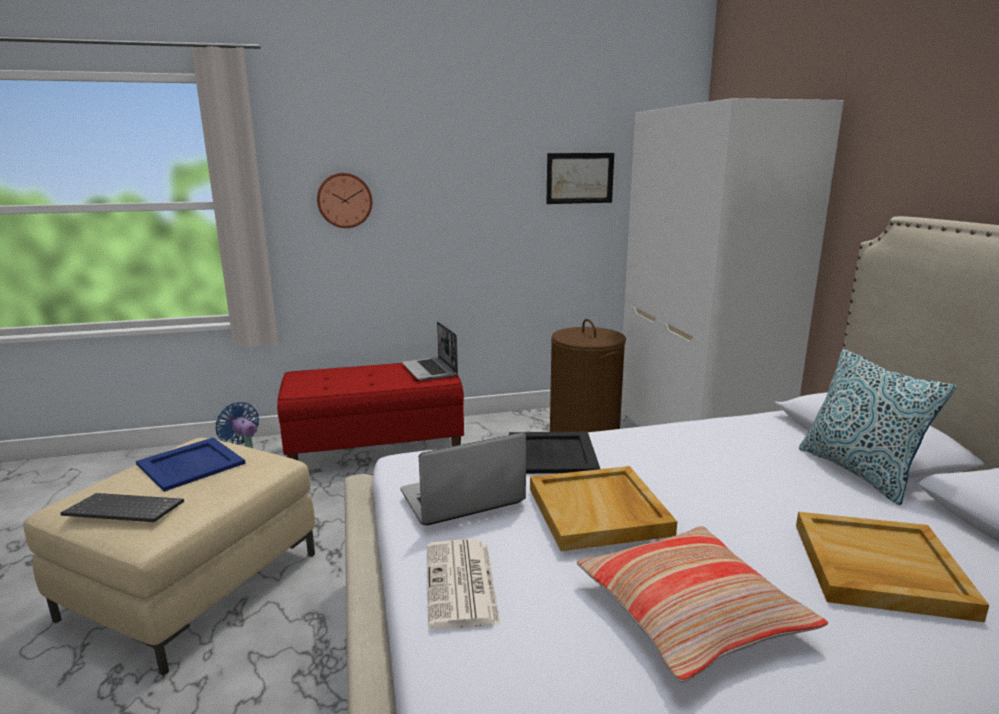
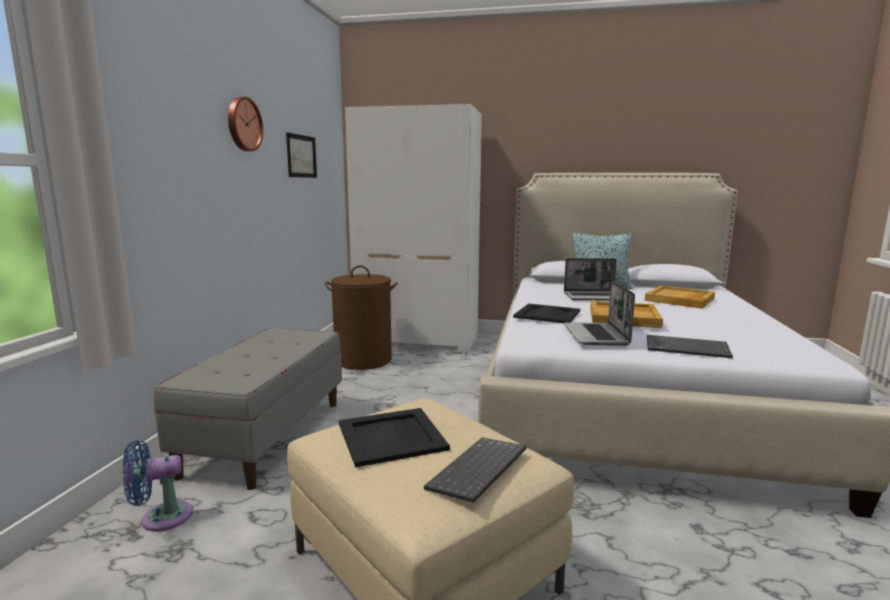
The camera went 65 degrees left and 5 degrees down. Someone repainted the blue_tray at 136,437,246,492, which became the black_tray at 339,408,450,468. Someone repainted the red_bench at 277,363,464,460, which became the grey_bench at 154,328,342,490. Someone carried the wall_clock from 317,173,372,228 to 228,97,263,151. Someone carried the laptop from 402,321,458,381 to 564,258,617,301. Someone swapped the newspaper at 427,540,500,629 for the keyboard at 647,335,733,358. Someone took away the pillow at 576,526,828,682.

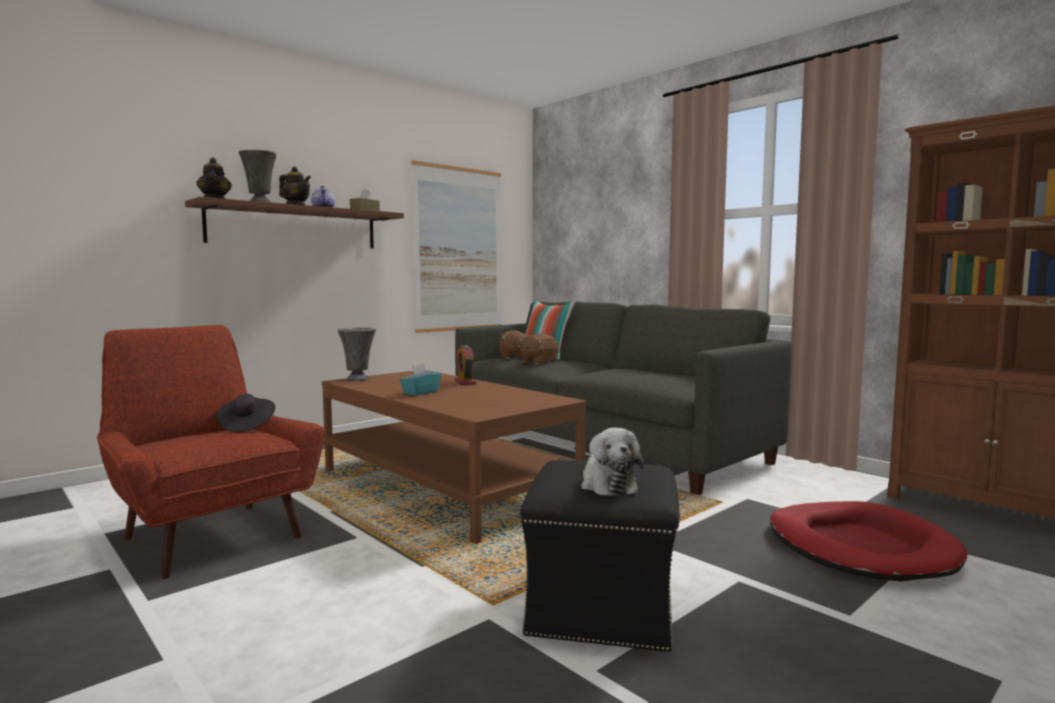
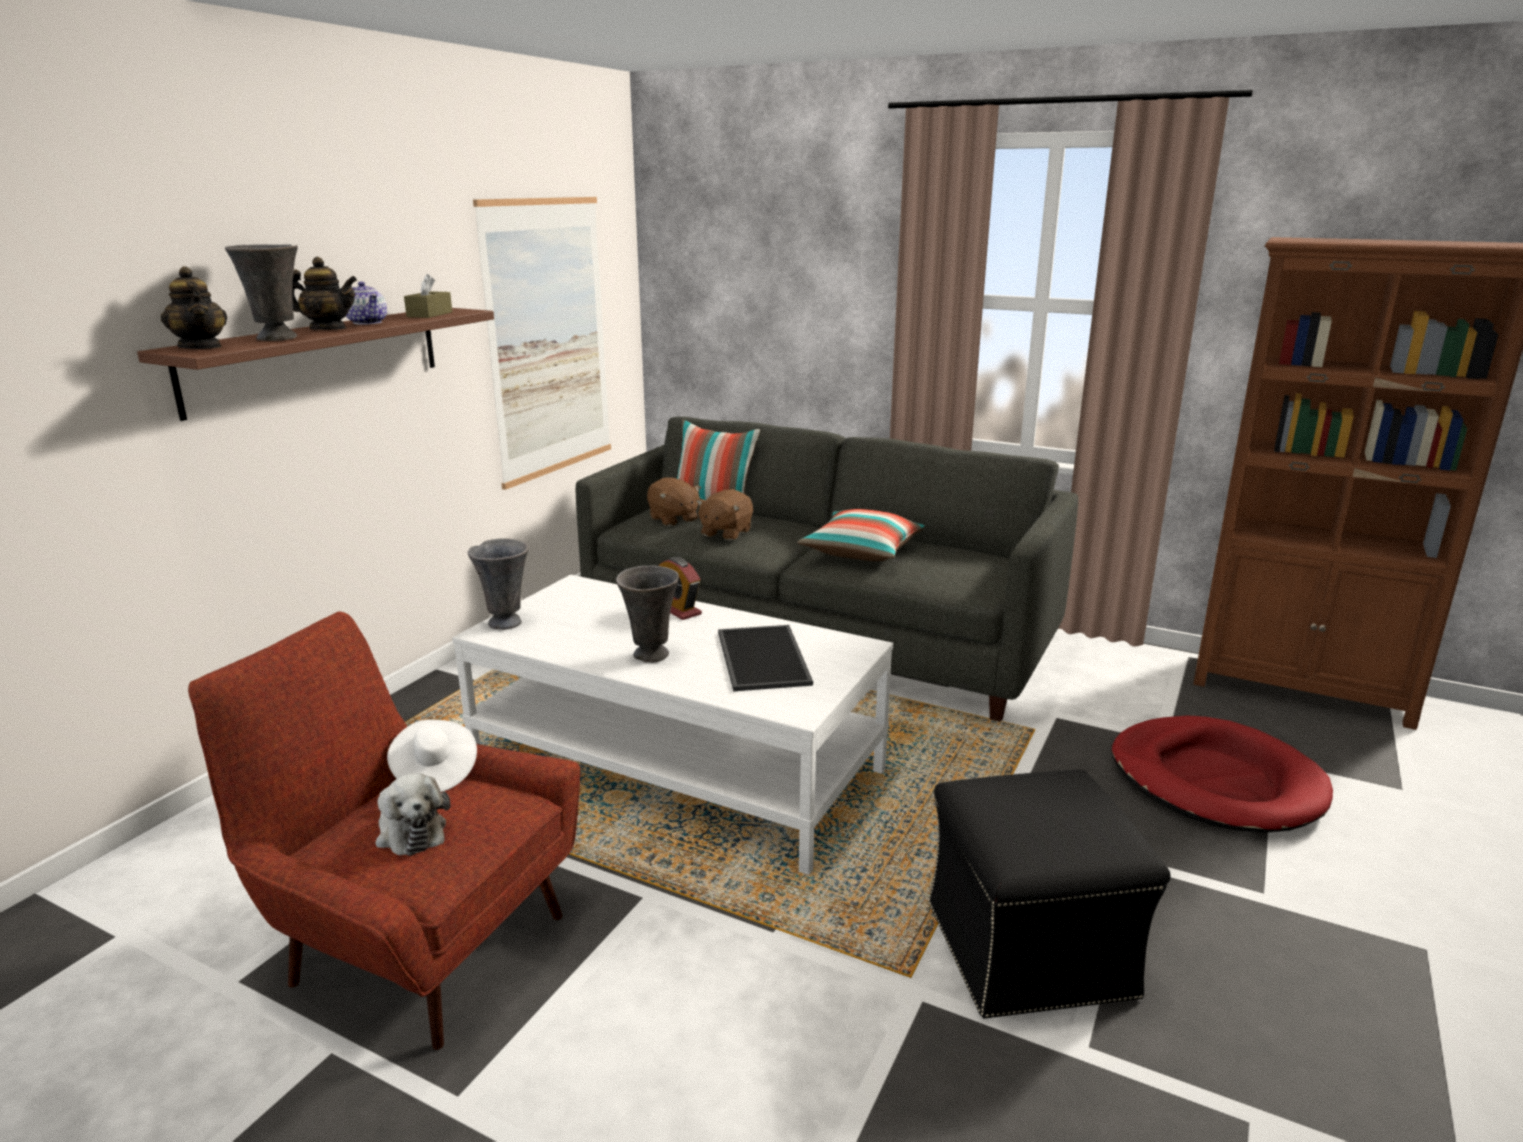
The camera went 20 degrees left and 15 degrees up. Someone repainted the black_hat at 217,394,275,432, which became the white_hat at 387,720,477,792. Someone repainted the brown_coffee_table at 322,370,587,544, which became the white_coffee_table at 453,574,893,875. Someone swapped the turquoise_tissue_box at 400,364,441,396 for the grey_vase at 616,566,679,663. Someone carried the plush_toy from 581,428,644,496 to 376,773,451,856. Someone put down the tray at 718,625,813,692. Someone put down the pillow at 797,509,925,561.

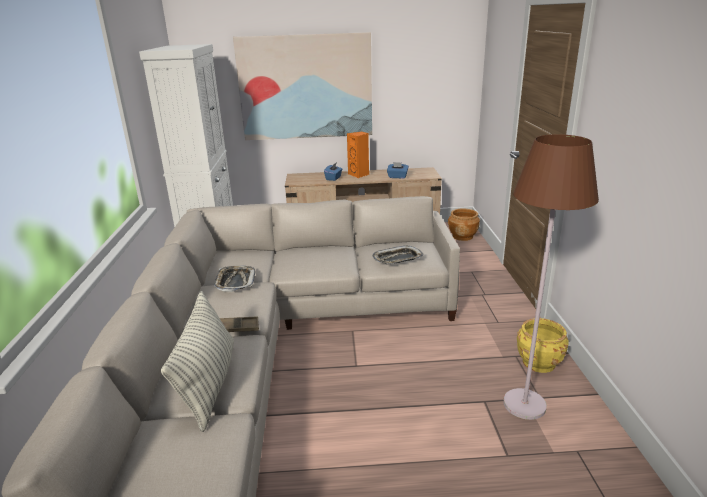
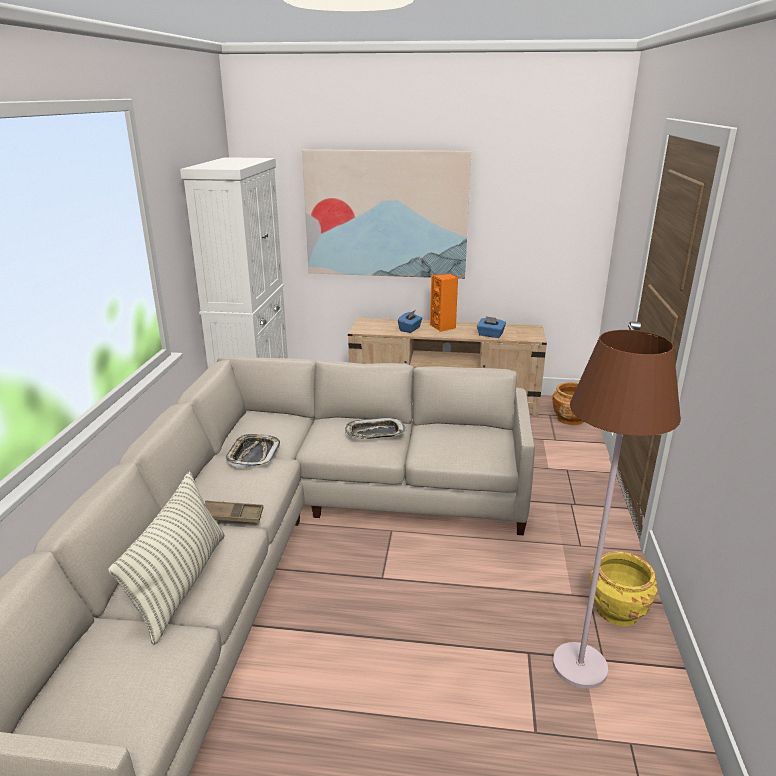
The camera went 10 degrees right and 0 degrees up. Someone carried the tray from 372,245,423,264 to 345,417,406,439.

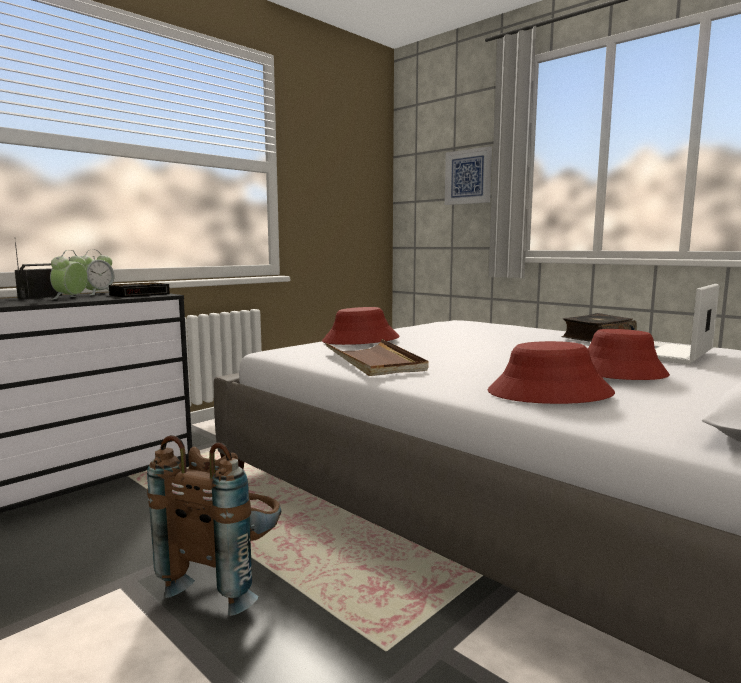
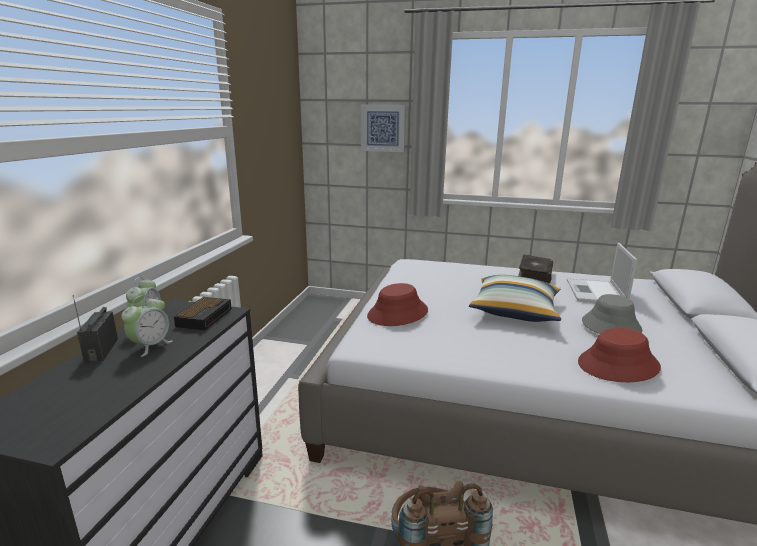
The camera went 30 degrees left and 10 degrees up. Someone rotated the alarm_clock at 50,250,88,300 by 135 degrees counterclockwise. Someone took away the brown_tray at 325,339,428,376. Someone repainted the red_hat at 588,329,670,380, which became the grey_hat at 582,294,642,334. Someone put down the pillow at 469,275,561,322.

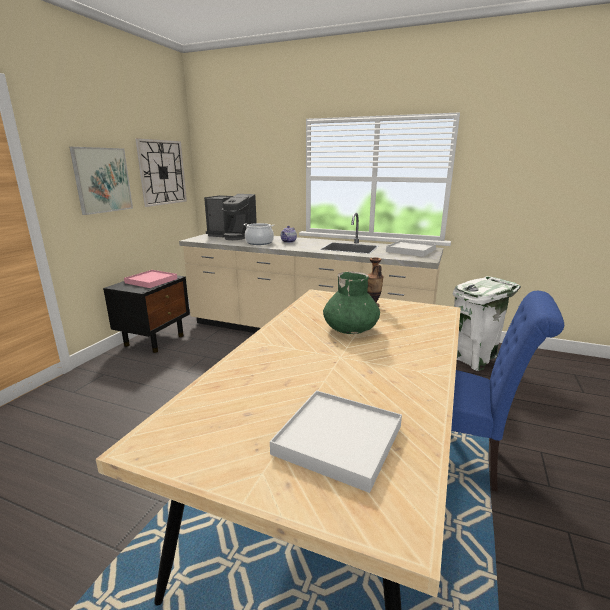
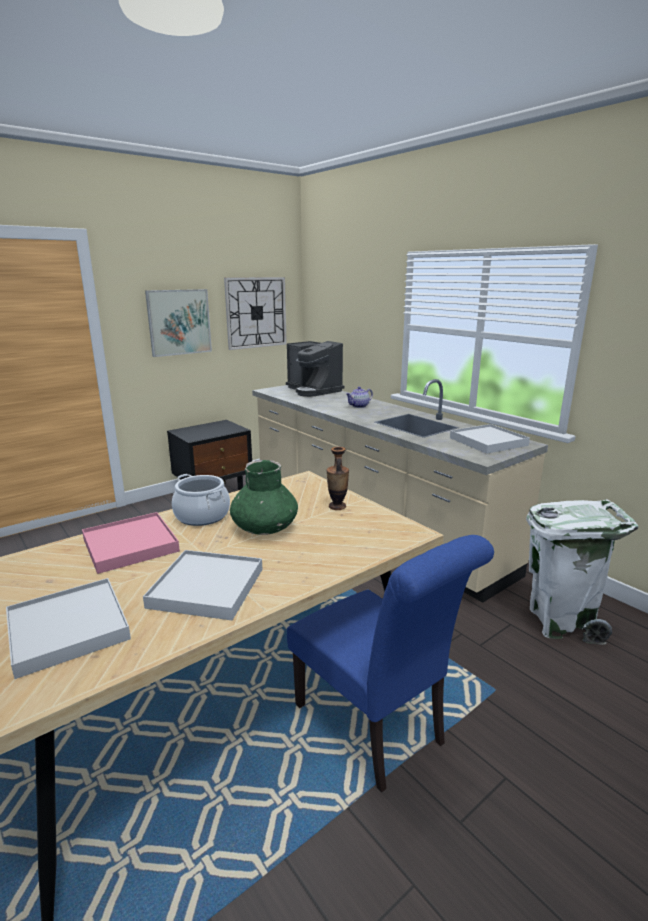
The camera went 30 degrees right and 0 degrees up. Someone carried the pink_tray from 124,270,177,288 to 82,512,180,574. Someone carried the cooking_pot from 243,223,274,245 to 172,474,230,526. Someone put down the white_tray at 143,550,262,620.

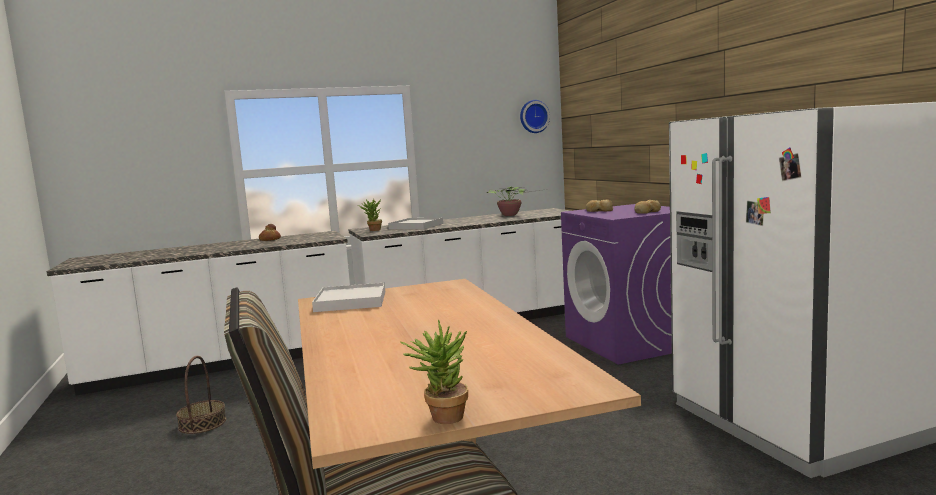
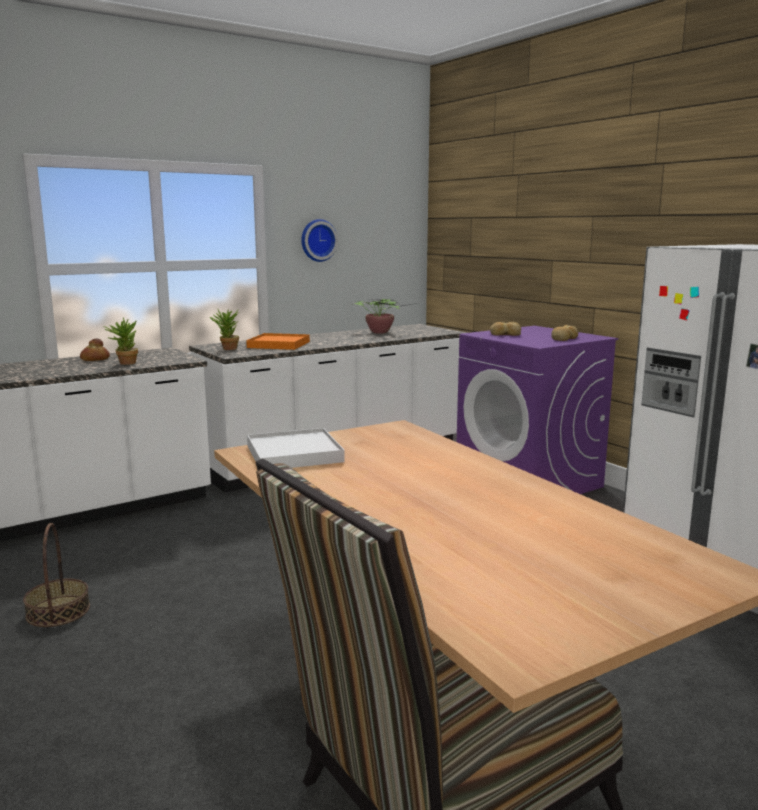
The camera went 15 degrees left and 5 degrees up. Someone repainted the white_tray at 388,218,443,229, which became the orange_tray at 246,333,310,350. Someone carried the potted_plant from 400,320,468,424 to 103,318,138,365. Someone carried the wall_clock from 520,100,550,133 to 301,219,338,262.

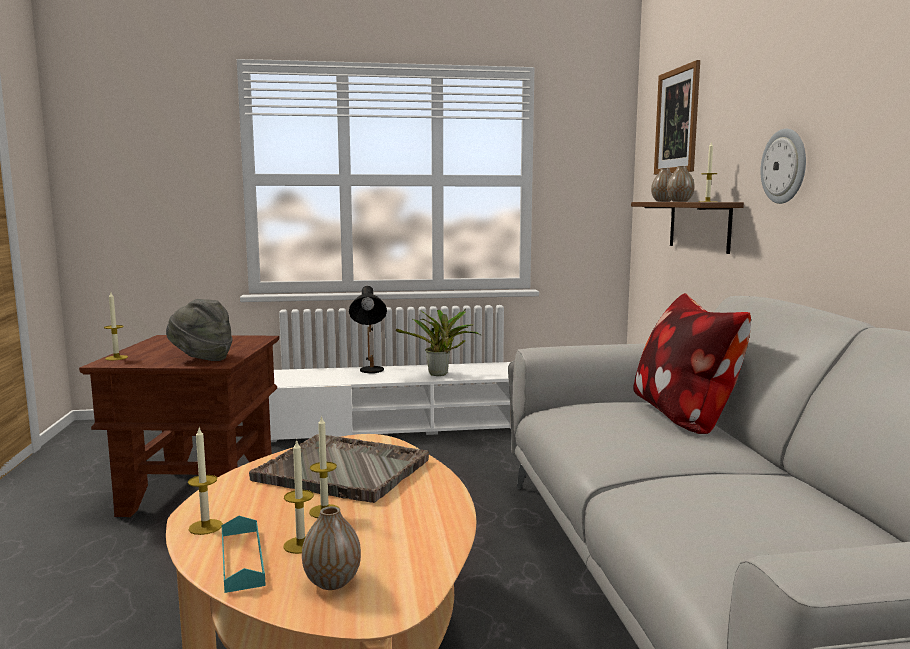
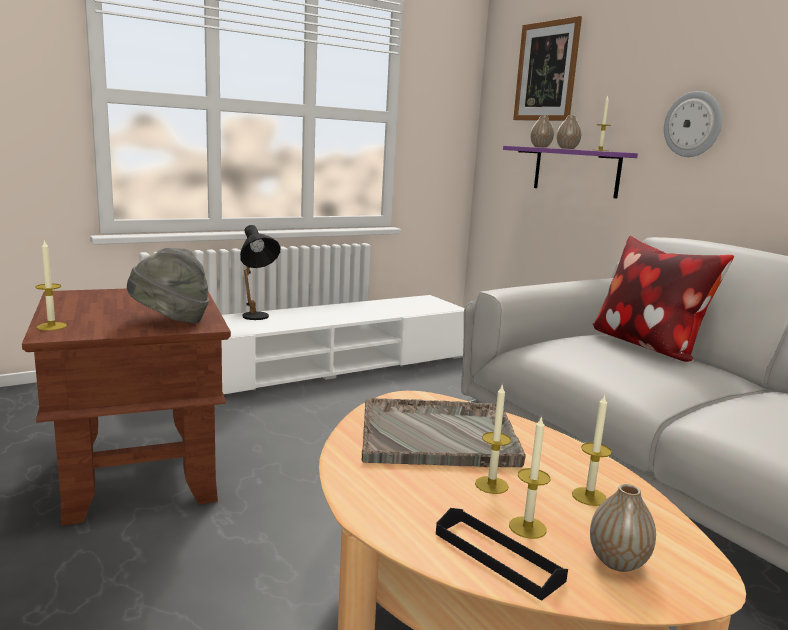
The camera went 25 degrees left and 5 degrees up. Someone carried the candle from 188,428,223,535 to 572,394,612,506. Someone repainted the turquoise_tray at 221,516,266,593, which became the black_tray at 436,508,568,601. Someone took away the potted_plant at 396,309,482,376. Someone repainted the brown_shelf at 631,202,744,254, which became the purple_shelf at 503,146,638,199.

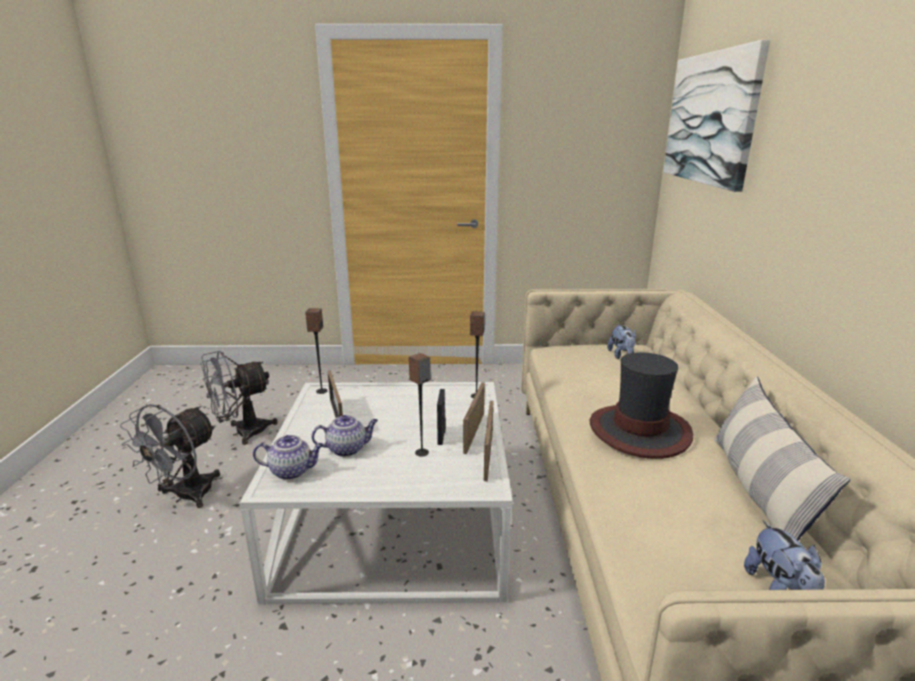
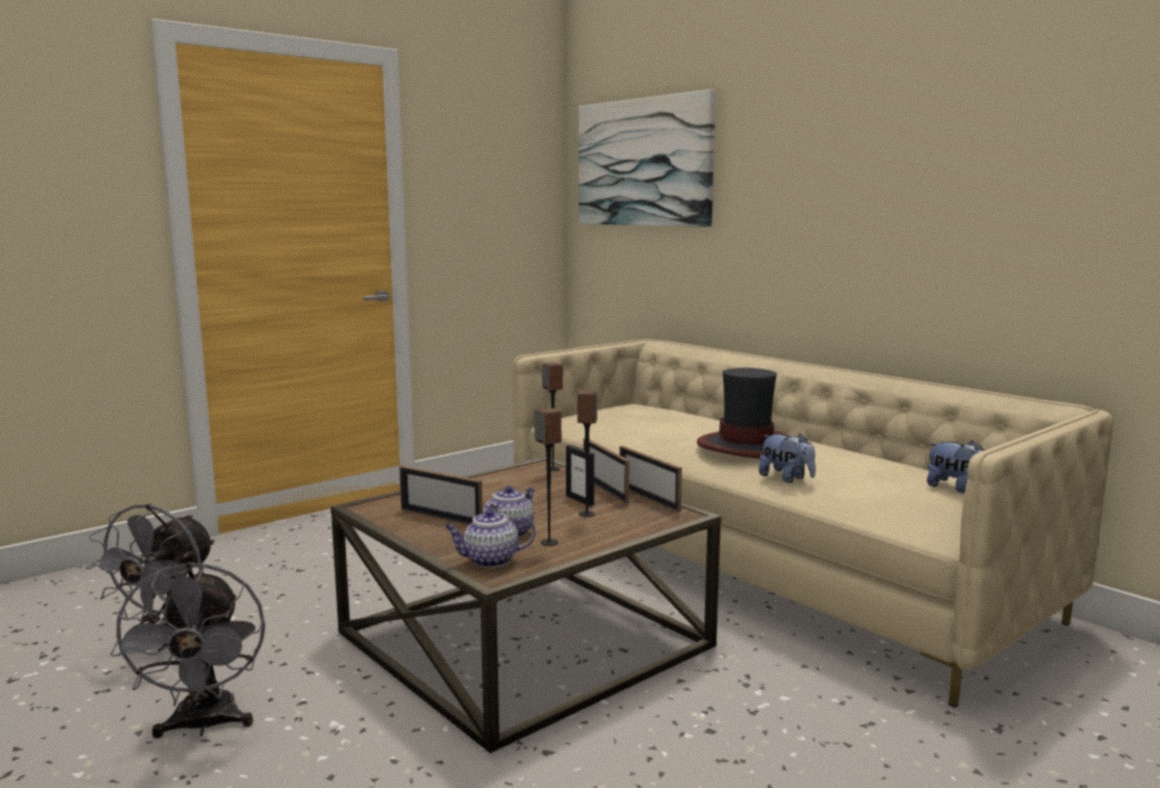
The camera went 40 degrees left and 10 degrees down. Someone repainted the white_coffee_table at 240,382,513,604, which became the brown_coffee_table at 331,457,721,753. Someone rotated the teapot at 253,435,324,480 by 150 degrees counterclockwise. Someone carried the speaker from 305,308,328,394 to 535,408,561,546. Someone carried the plush_toy from 607,324,636,359 to 759,433,816,483. Someone took away the pillow at 714,376,850,541.

